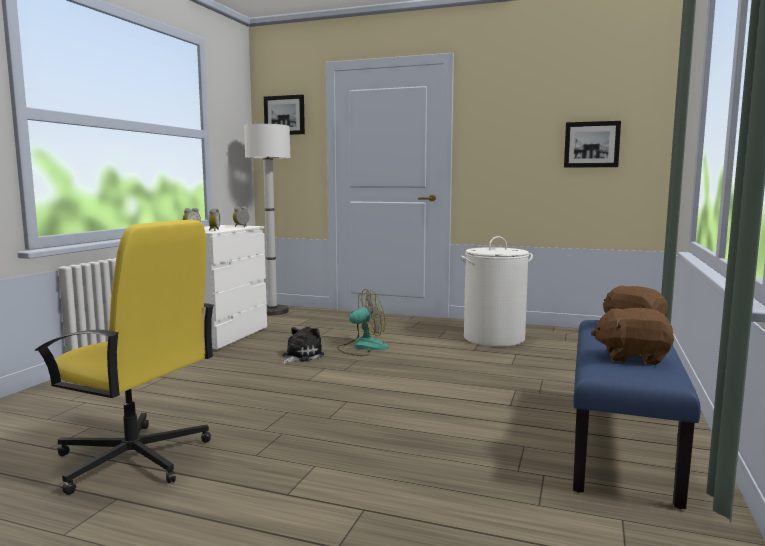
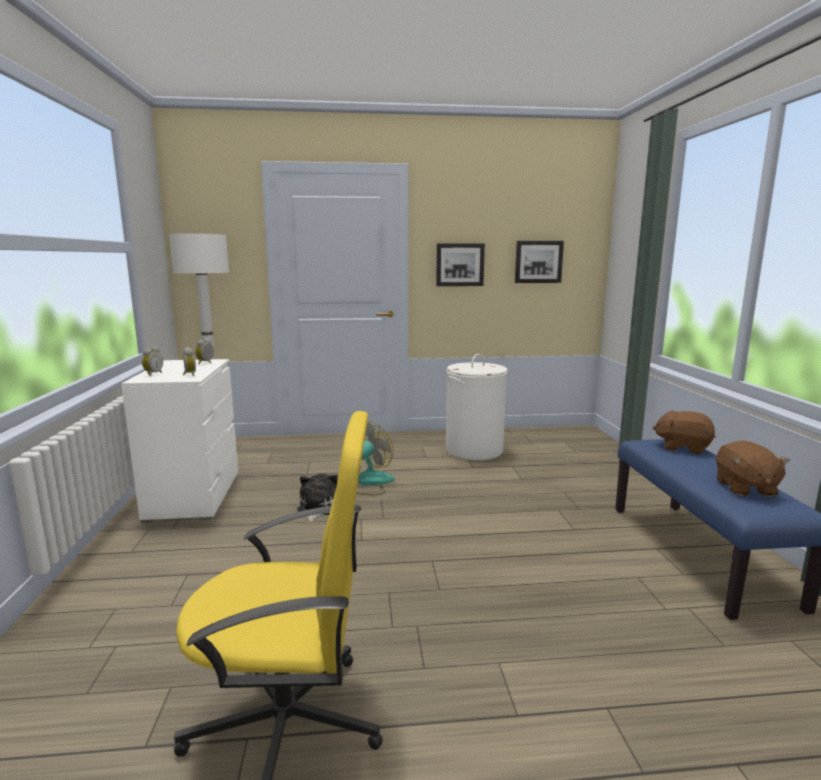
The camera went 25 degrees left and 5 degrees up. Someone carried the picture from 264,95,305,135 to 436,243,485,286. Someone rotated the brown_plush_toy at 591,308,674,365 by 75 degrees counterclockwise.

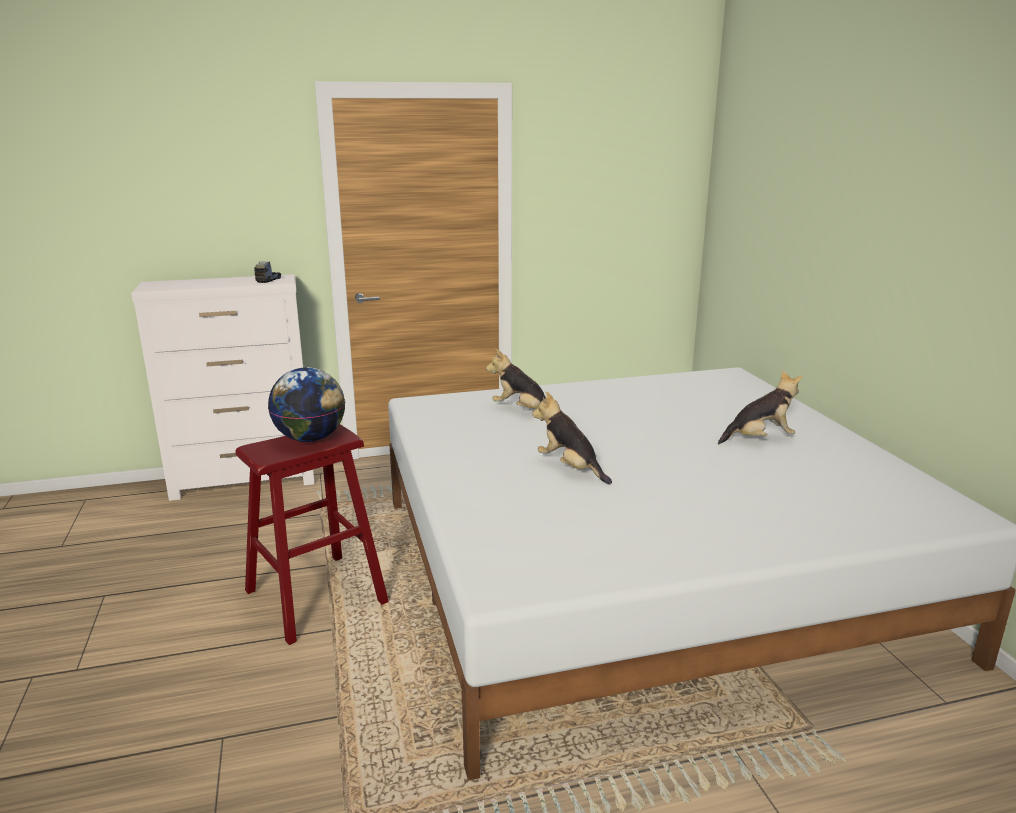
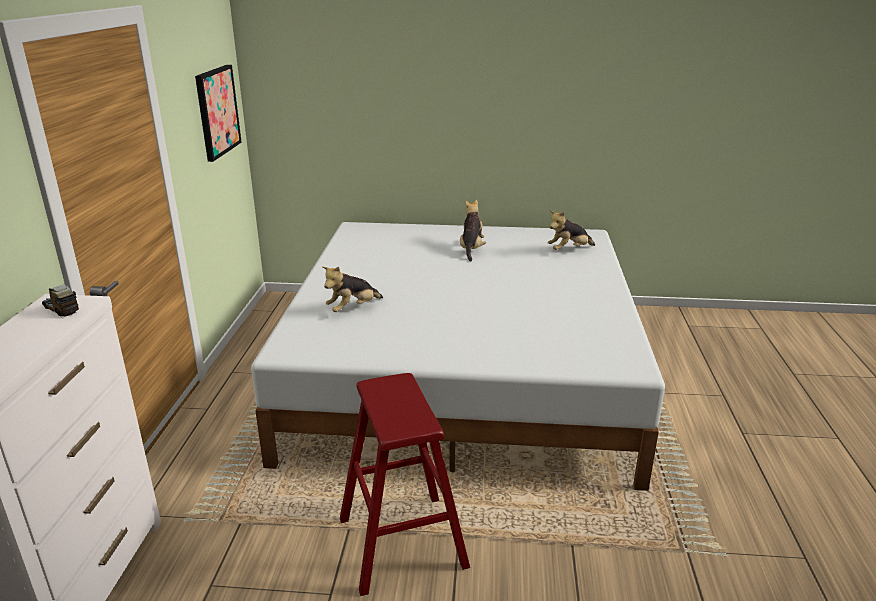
The camera went 70 degrees left and 5 degrees up. Someone took away the globe at 268,367,345,442. Someone carried the plush_toy from 532,392,612,484 to 548,211,595,250. Someone put up the picture at 195,65,242,162.

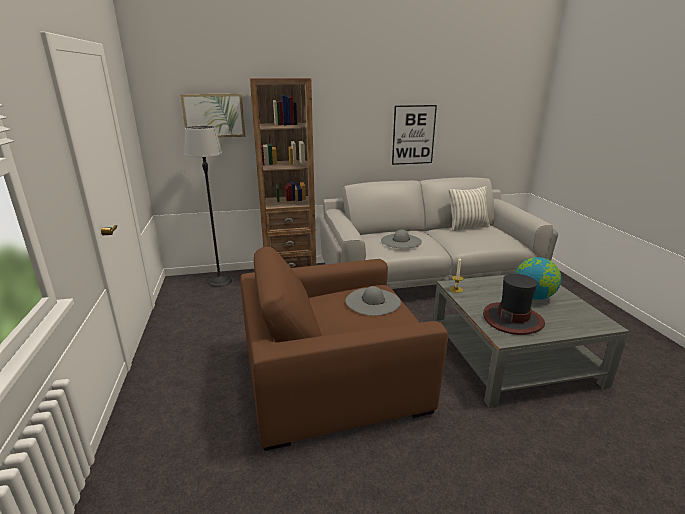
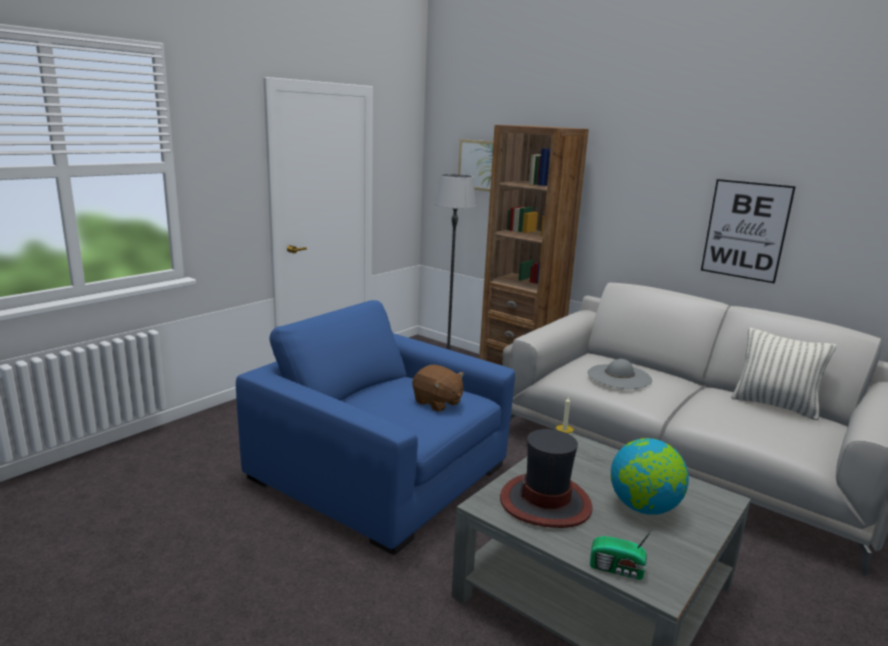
The camera went 50 degrees right and 5 degrees down. Someone repainted the brown_armchair at 240,247,448,451, which became the blue_armchair at 236,300,515,555. Someone swapped the grey_hat at 345,286,401,316 for the brown_plush_toy at 412,364,464,412. Someone put down the radio at 590,525,656,580.

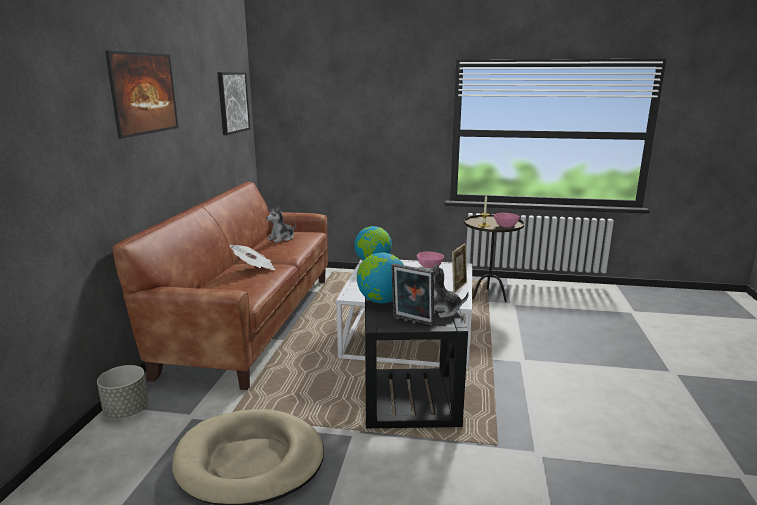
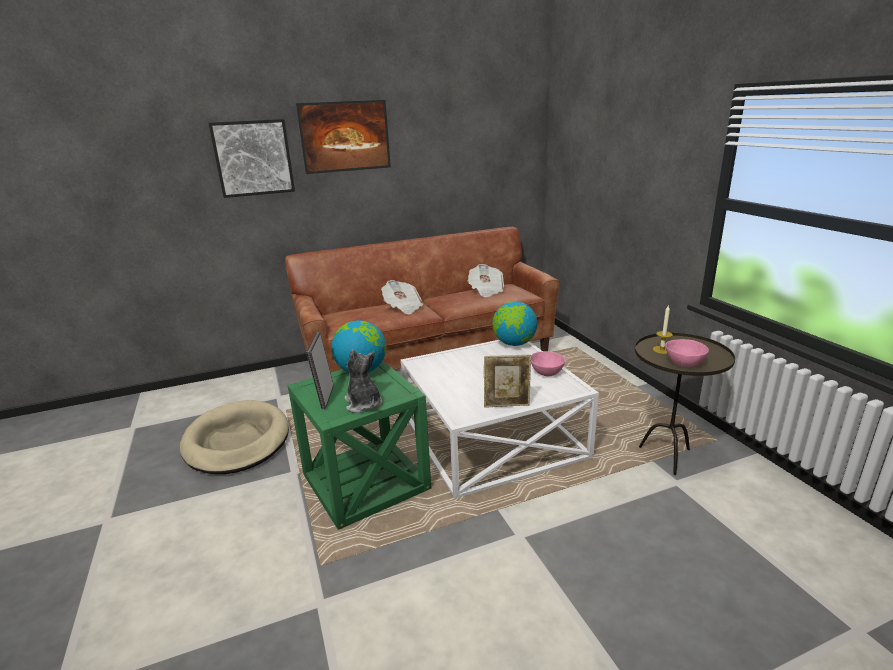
The camera went 60 degrees right and 5 degrees up. Someone took away the grey_planter at 97,365,149,418. Someone carried the picture from 217,72,250,135 to 209,119,295,198. Someone swapped the plush_toy at 266,206,296,243 for the newspaper at 468,264,504,297. Someone repainted the black_side_table at 365,291,468,428, which became the green_side_table at 288,361,431,530.

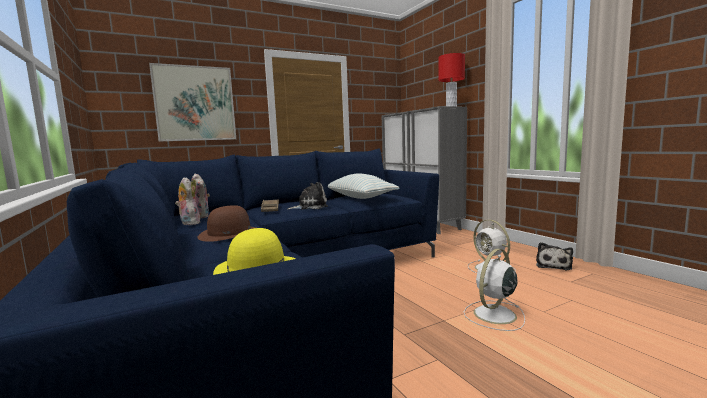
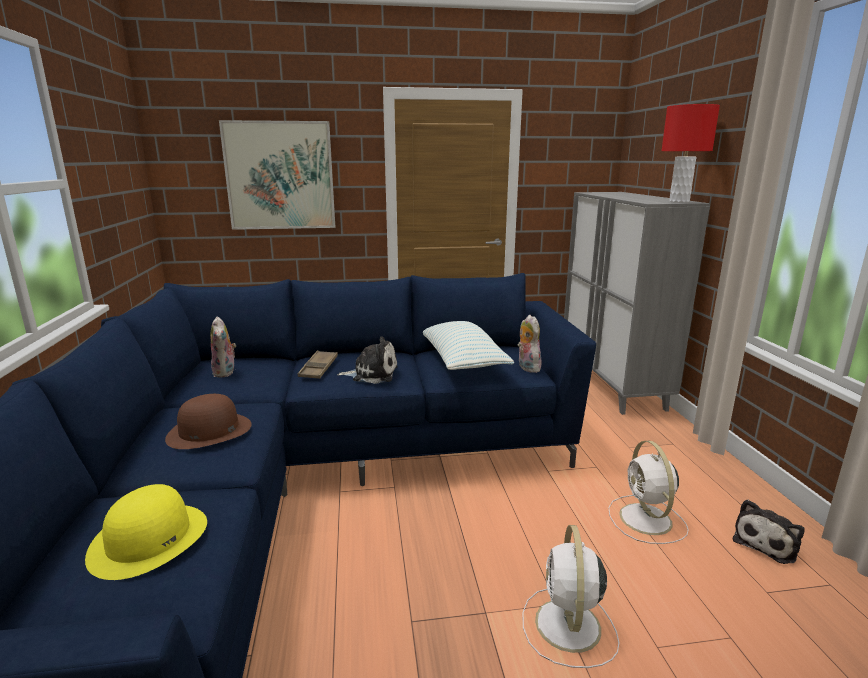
The camera went 20 degrees right and 10 degrees up. Someone carried the plush_toy from 175,177,200,225 to 517,315,543,373. Someone rotated the white_fan at 464,249,525,331 by 60 degrees counterclockwise.

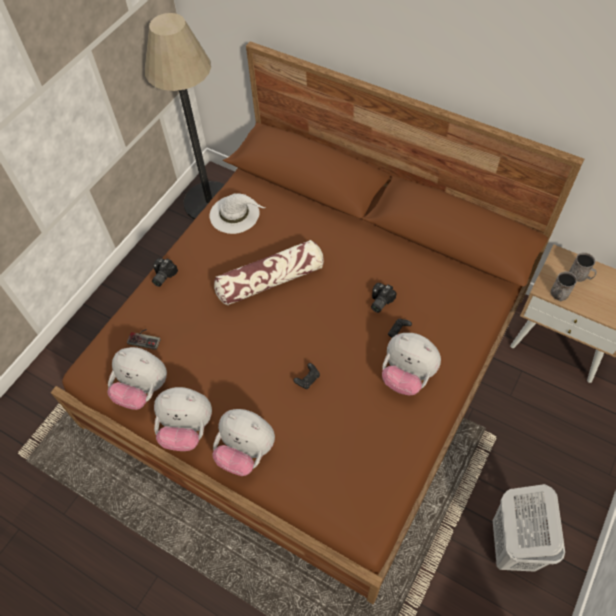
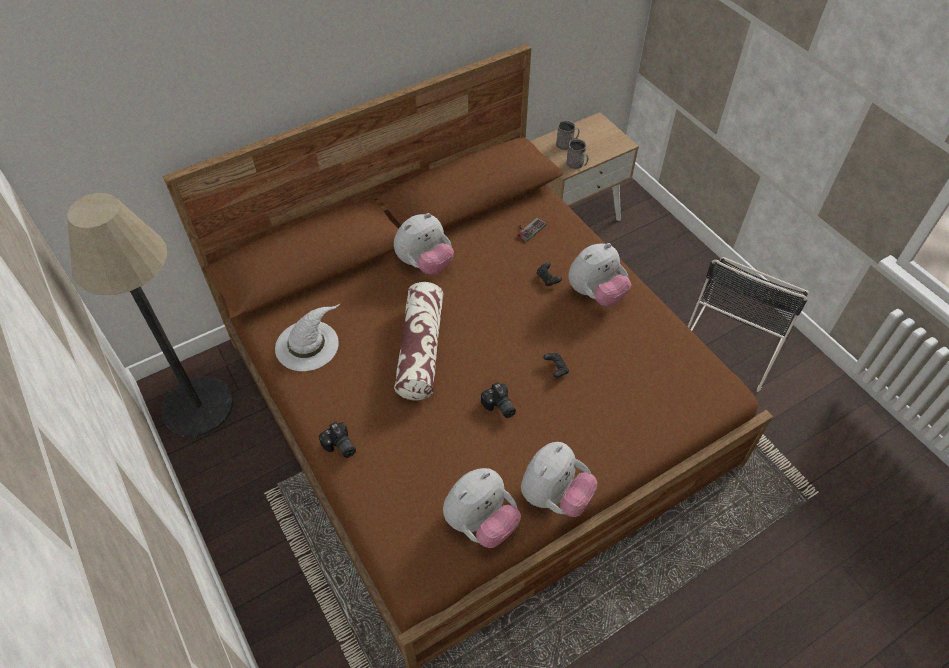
The camera went 65 degrees left and 5 degrees down. Someone carried the game_controller from 127,329,161,350 to 518,218,546,242. Someone carried the plush_toy from 212,409,275,476 to 394,213,454,275. Someone carried the photo_camera from 371,283,397,313 to 481,382,516,418. Someone swapped the white_laundry_basket at 493,484,565,572 for the black_chair at 688,257,809,392.

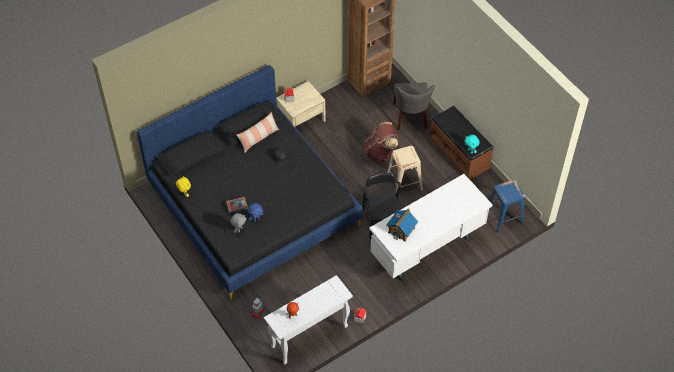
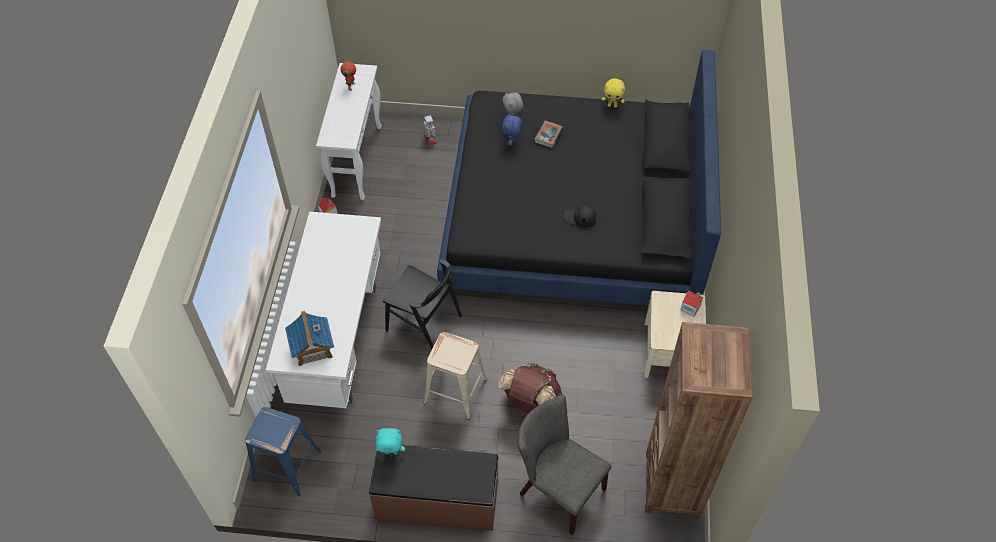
The camera went 130 degrees right and 0 degrees up. Someone took away the pillow at 237,112,279,152. Someone carried the toy_house from 386,209,419,242 to 285,310,334,366.

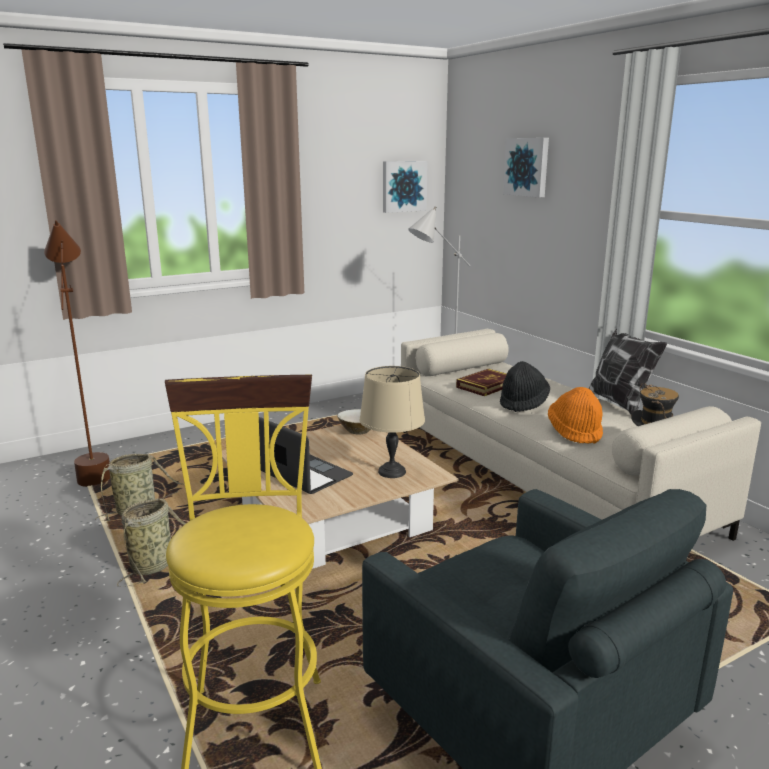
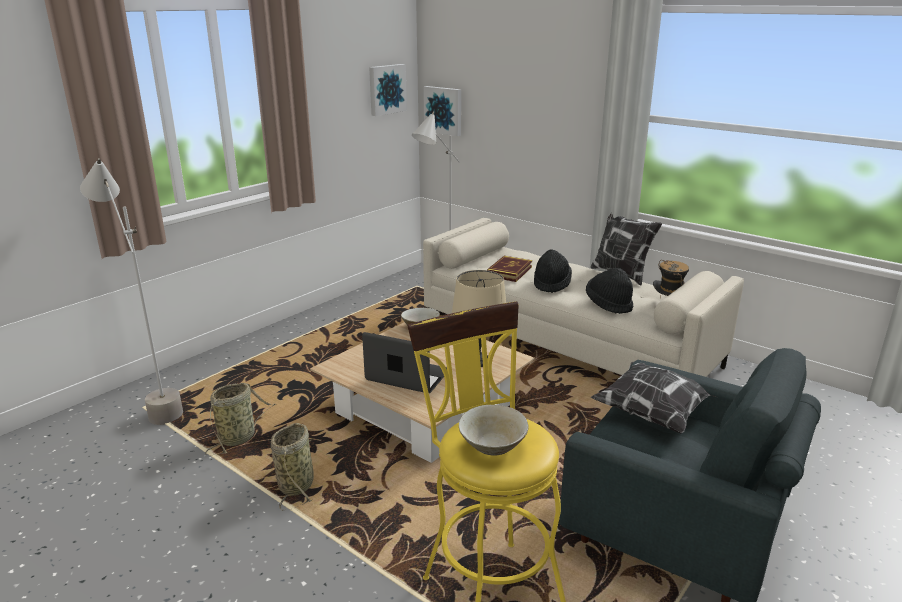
The camera went 20 degrees left and 5 degrees up. Someone repainted the brown_floor_lamp at 44,220,110,487, which became the grey_floor_lamp at 80,158,183,425. Someone carried the picture from 503,138,549,197 to 423,86,461,136. Someone repainted the orange_hat at 548,387,603,444, which became the black_hat at 586,268,633,314. Someone put down the beige_bowl at 459,405,528,456. Someone put down the pillow at 591,362,716,433.

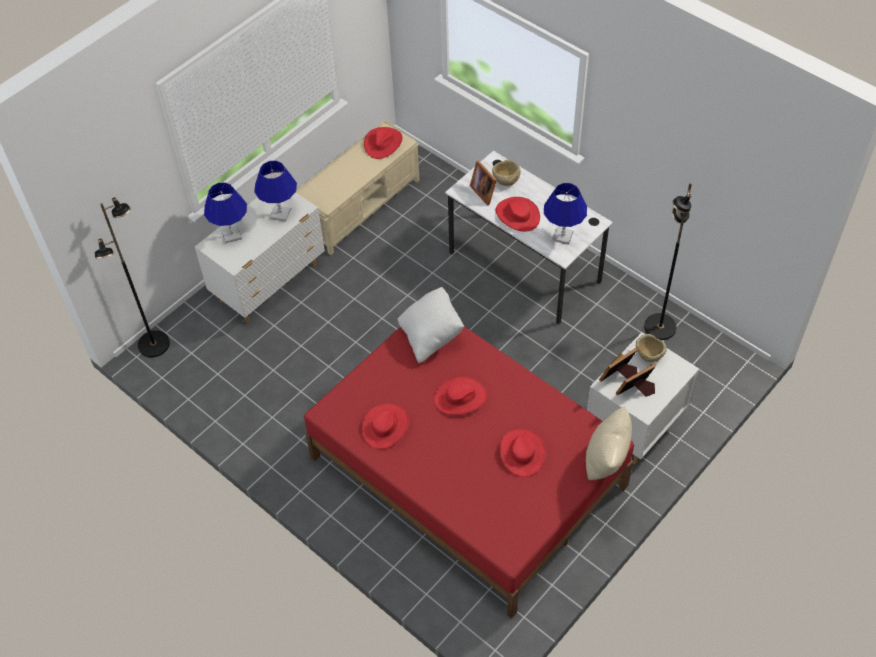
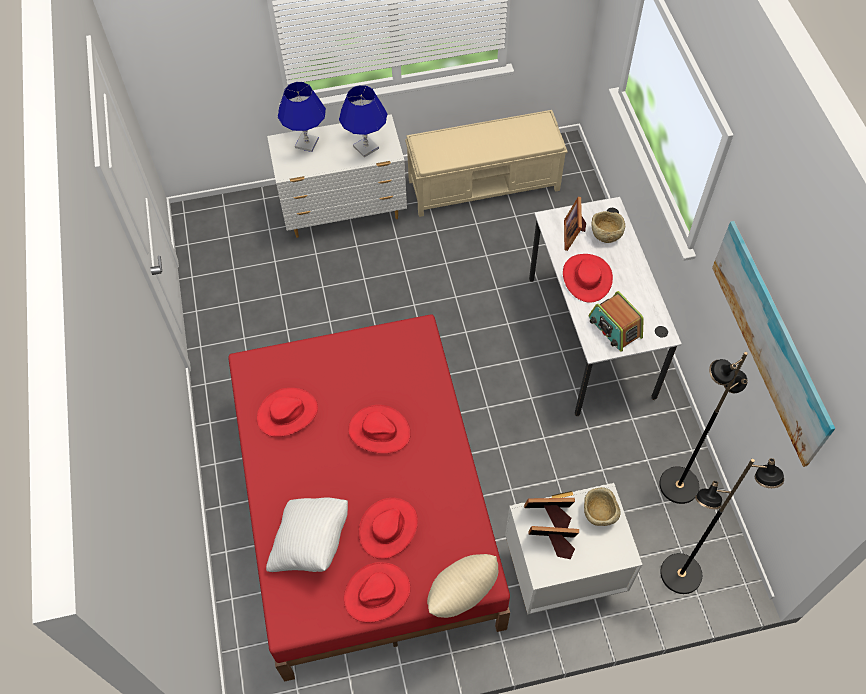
The camera went 35 degrees right and 5 degrees up. Someone carried the black_floor_lamp from 95,197,170,357 to 660,458,784,594. Someone carried the red_hat from 364,127,403,159 to 344,562,410,623. Someone carried the white_pillow from 398,287,464,363 to 266,498,348,572. Someone swapped the blue_table_lamp at 544,183,587,245 for the radio at 589,291,644,352. Someone put up the picture at 712,221,835,467.

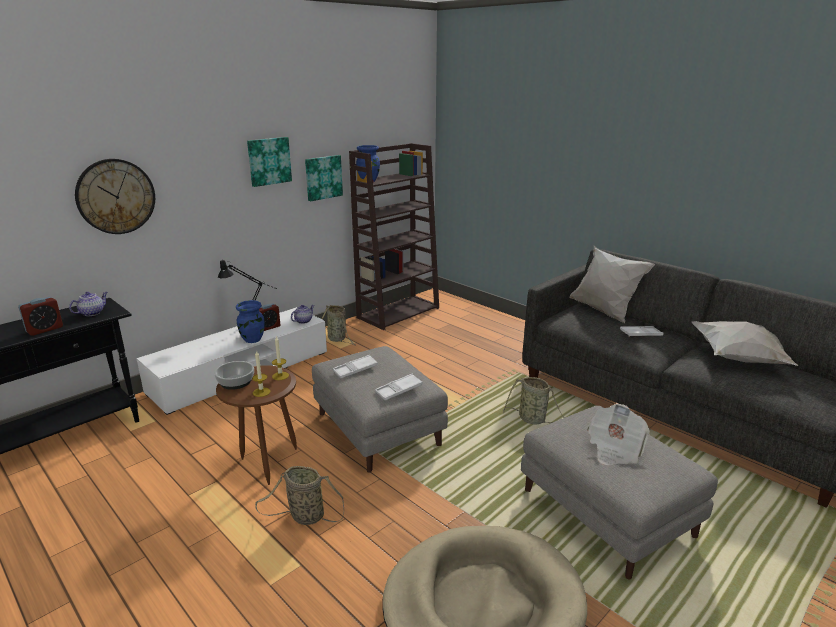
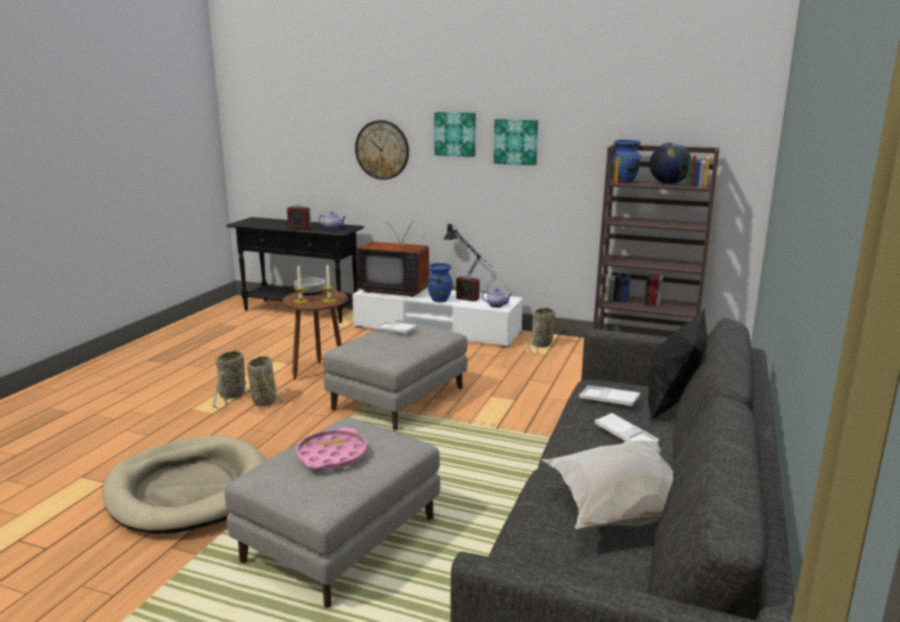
The camera went 65 degrees right and 5 degrees down. Someone carried the picture from 305,155,343,201 to 434,112,476,157. Someone carried the white_tray from 375,374,423,401 to 579,386,640,407. Someone carried the basket from 503,377,563,424 to 213,349,247,409. Someone repainted the white_pillow at 570,246,655,323, which became the black_pillow at 648,309,707,422. Someone swapped the newspaper at 588,404,650,465 for the pink_tray at 296,427,367,469. Someone put down the television at 356,221,429,297. Someone put down the globe at 649,142,692,184.

